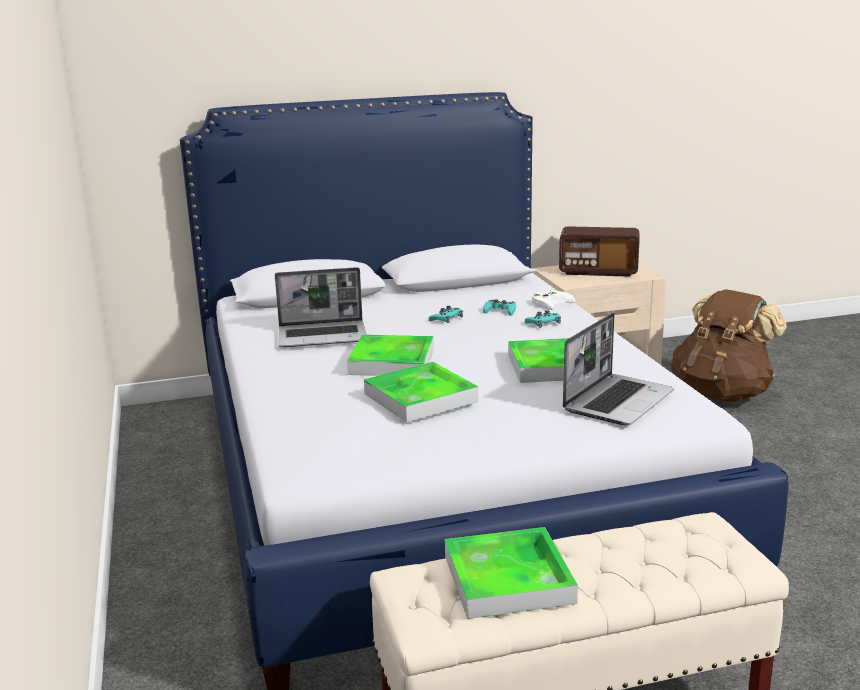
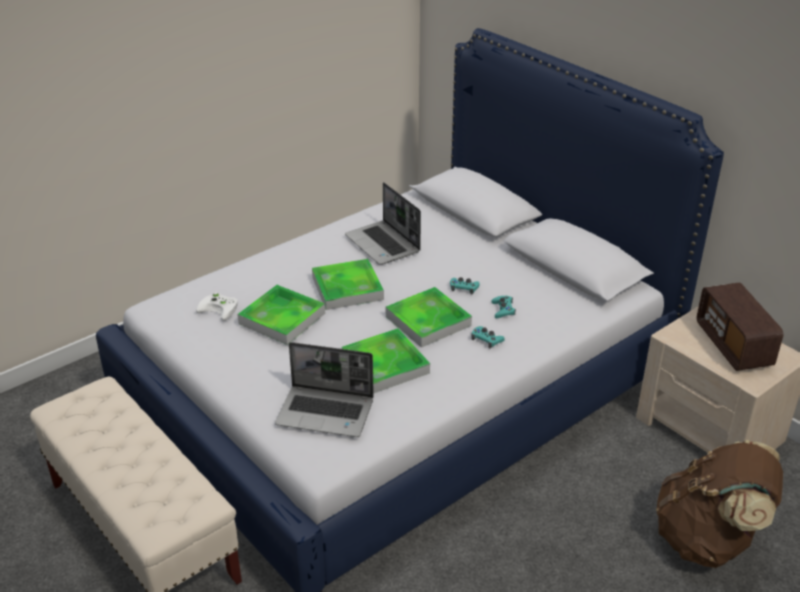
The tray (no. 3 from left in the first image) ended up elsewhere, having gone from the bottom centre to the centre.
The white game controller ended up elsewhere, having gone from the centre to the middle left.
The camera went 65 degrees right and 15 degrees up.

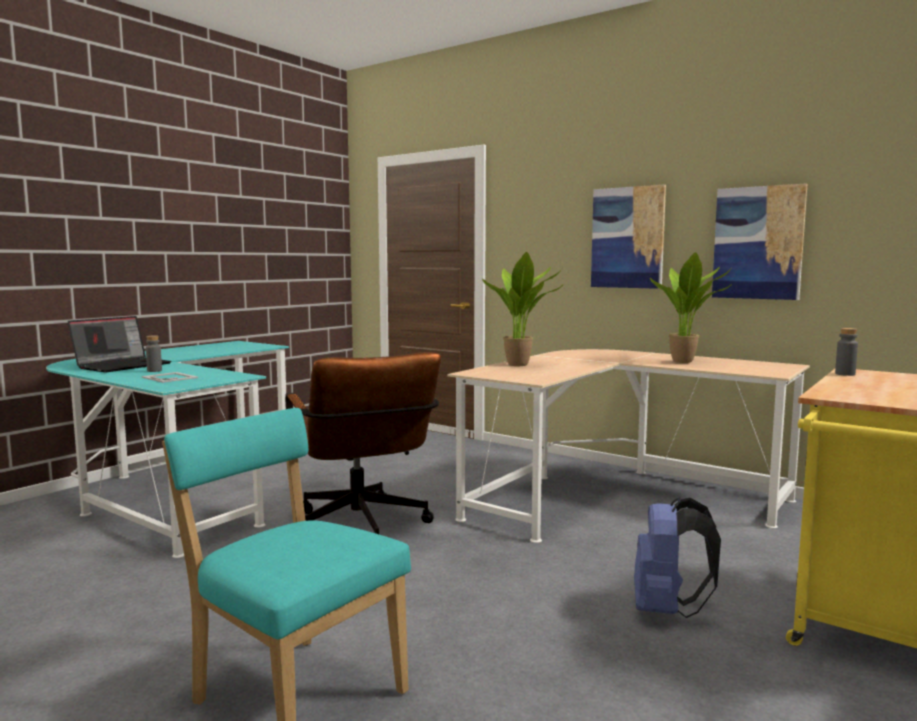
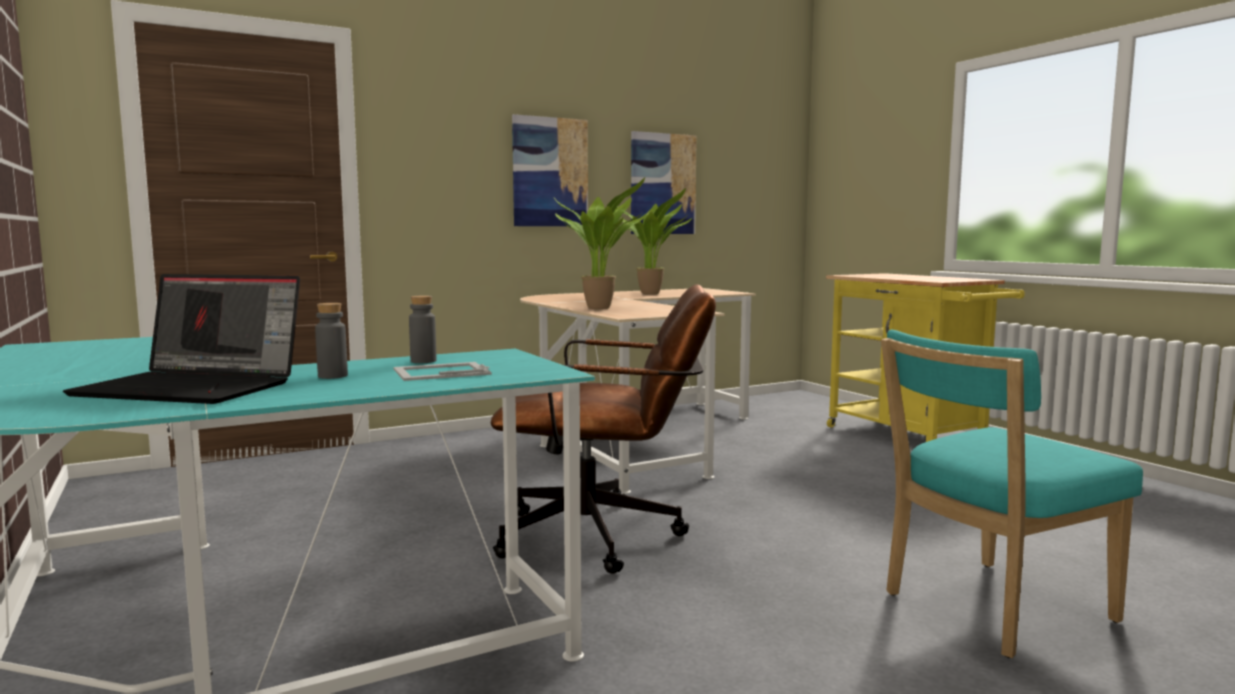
The laptop at the middle left ended up facing another way, 135 degrees clockwise from before.
The second view lost the blue backpack at the bottom right.
The grey bottle (no. 2 from left) ended up elsewhere, having gone from the middle right to the centre.
The camera went 65 degrees left and 0 degrees up.

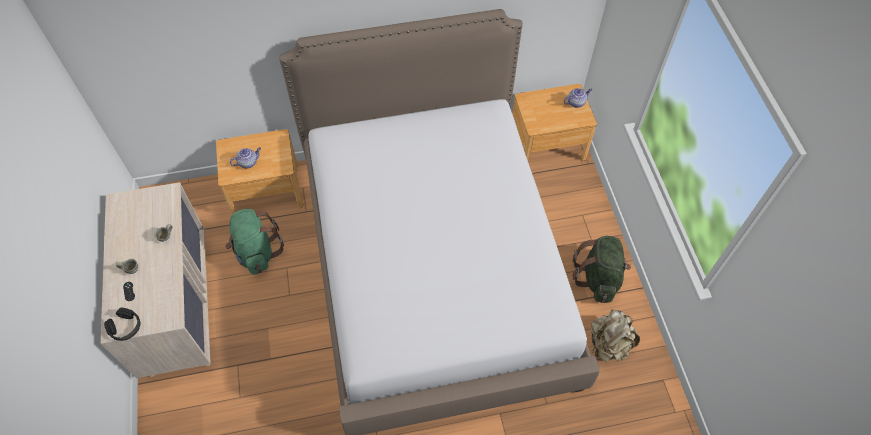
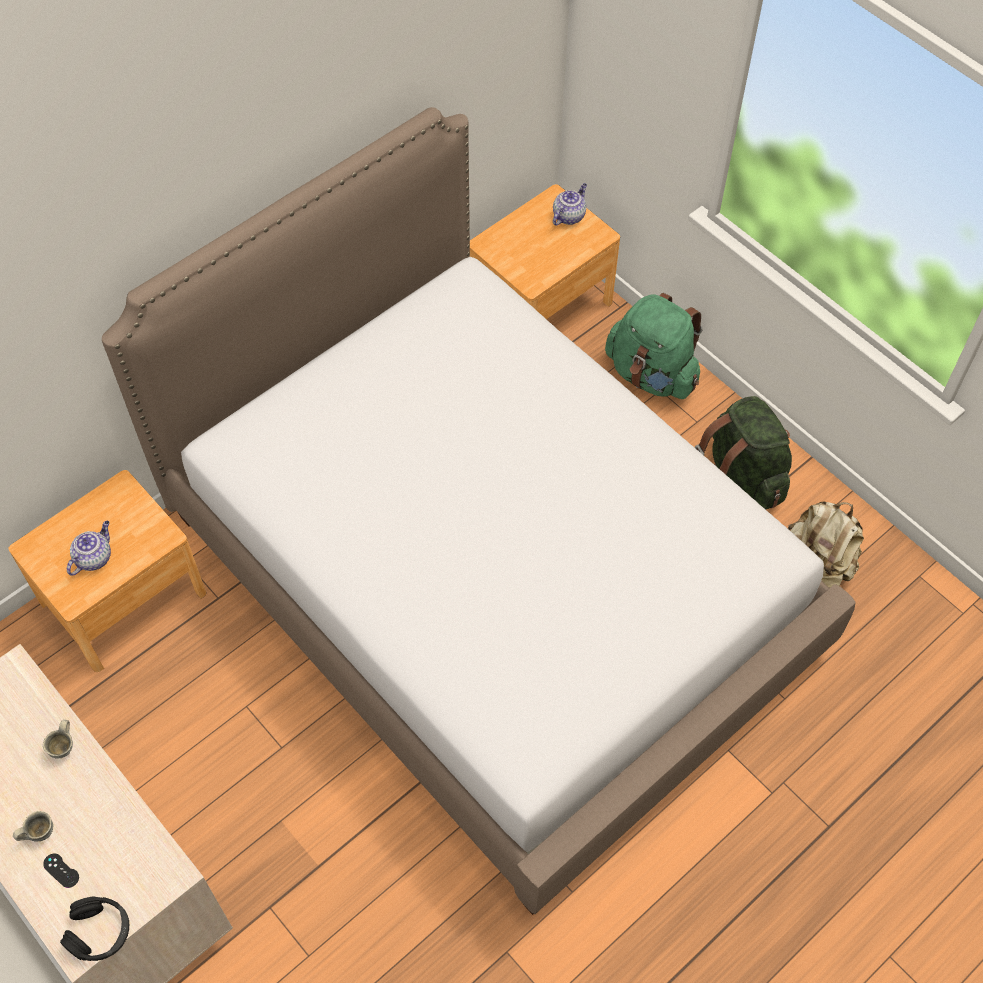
The green backpack (no. 1 from left) ended up elsewhere, having gone from the middle left to the centre.
The camera went 30 degrees left and 0 degrees up.

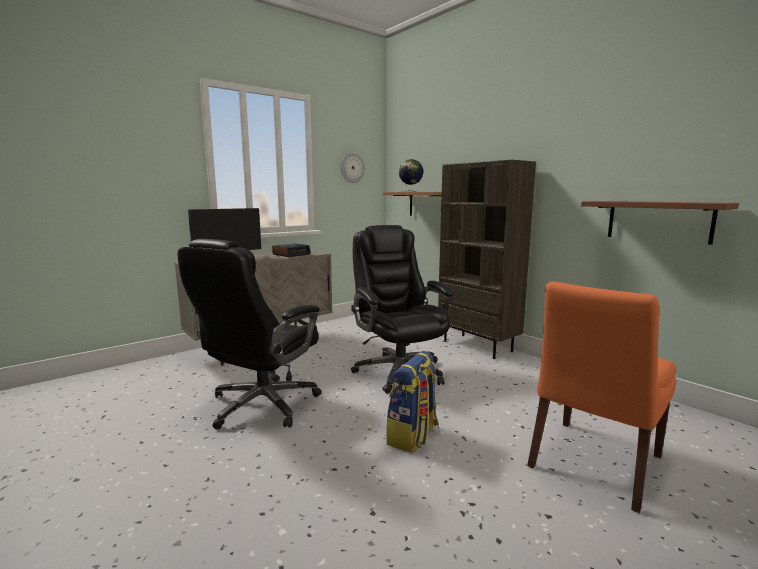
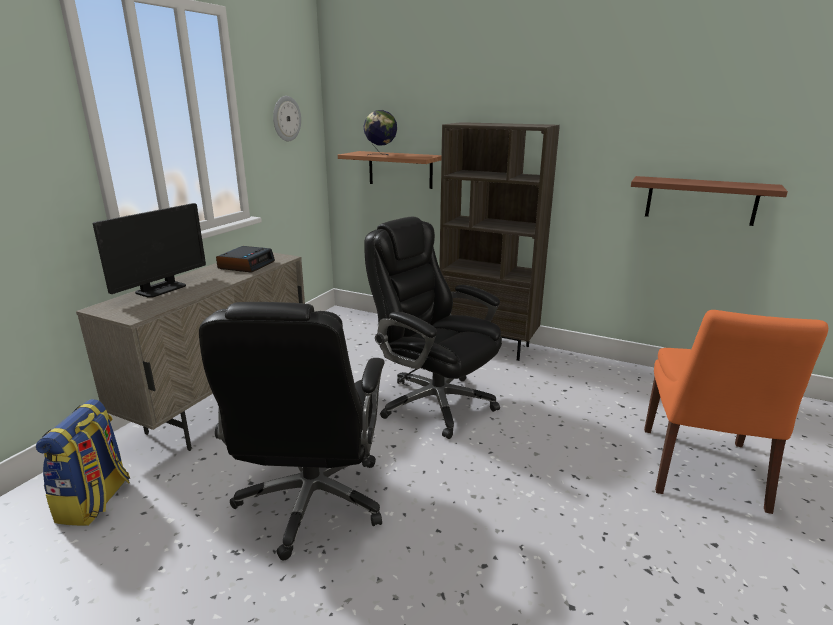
The backpack ended up elsewhere, having gone from the bottom centre to the bottom left.
The camera went 25 degrees left and 10 degrees up.

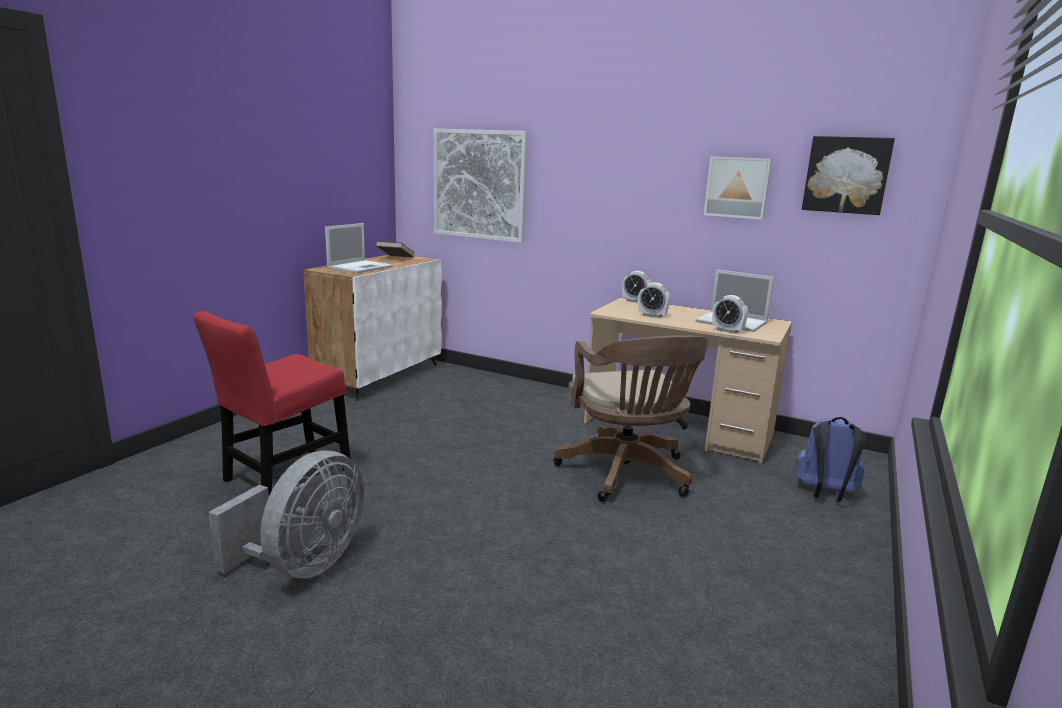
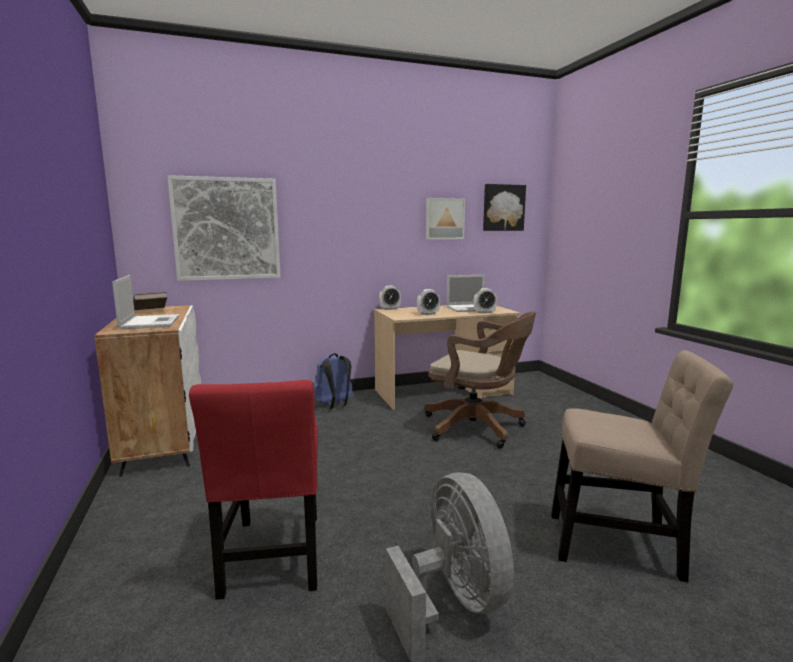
The blue backpack ended up elsewhere, having gone from the middle right to the centre.
The second view gained the beige chair at the bottom right.
The camera went 45 degrees left and 5 degrees down.

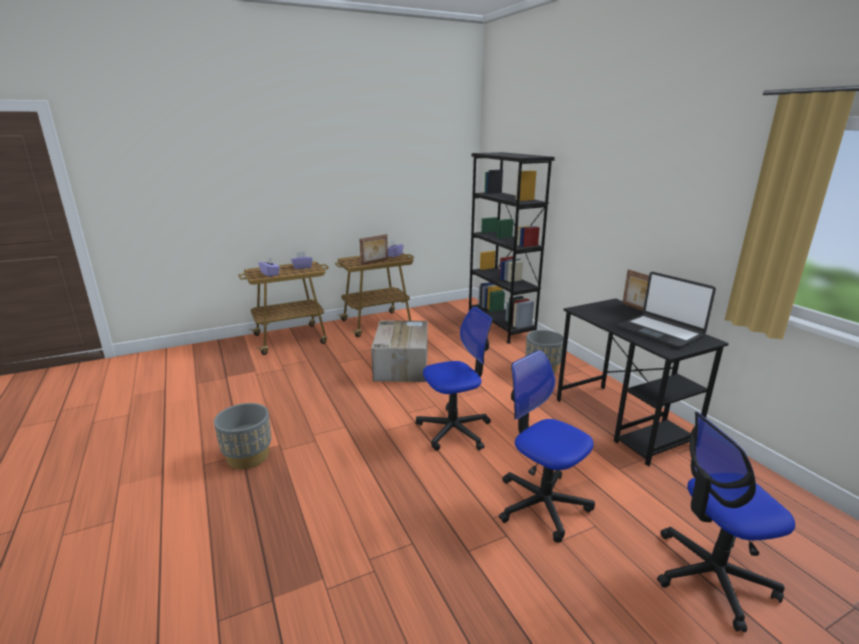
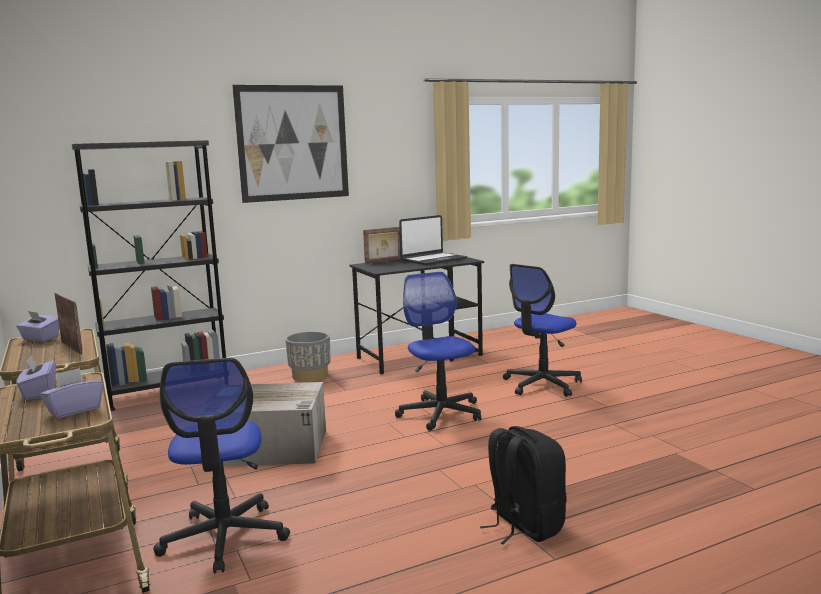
Where the grey planter (no. 1 from left) stood at the bottom left, the black backpack came to stand at the bottom centre.
The office chair (no. 3 from left in the first image) ended up elsewhere, having gone from the bottom right to the bottom left.
The second view gained the picture at the top centre.
The camera went 90 degrees left and 10 degrees down.

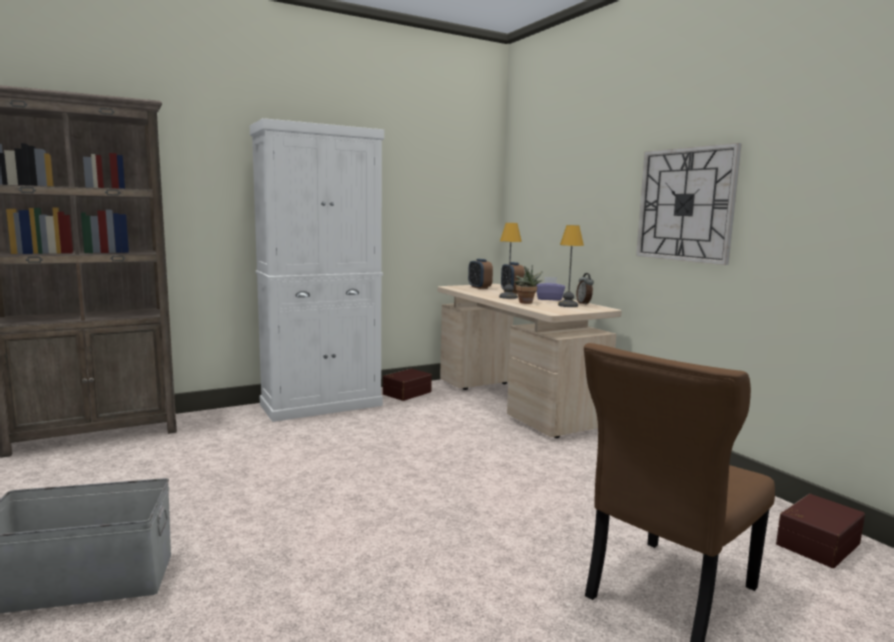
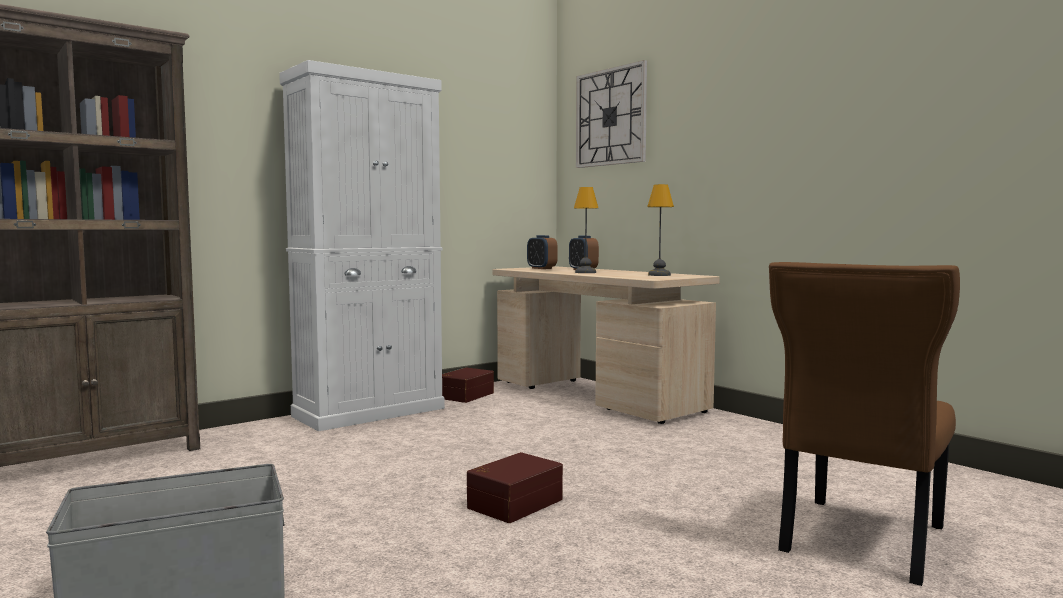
The second view lost the potted plant at the centre.
The second view lost the purple tissue box at the centre.
The second view lost the alarm clock (no. 3 from left) at the centre.
The wall clock ended up elsewhere, having gone from the top right to the top centre.
The brown storage box (no. 2 from left) ended up elsewhere, having gone from the bottom right to the bottom centre.
The camera went 10 degrees left and 5 degrees down.

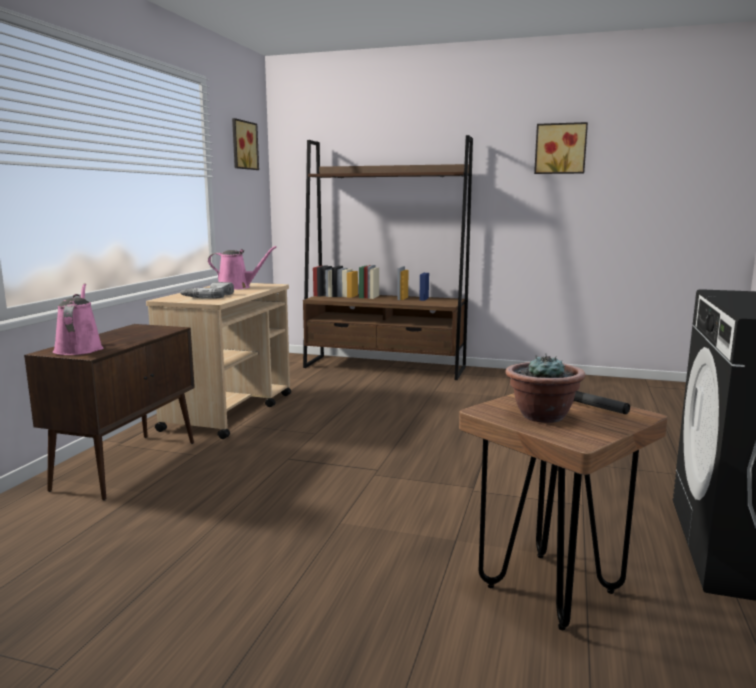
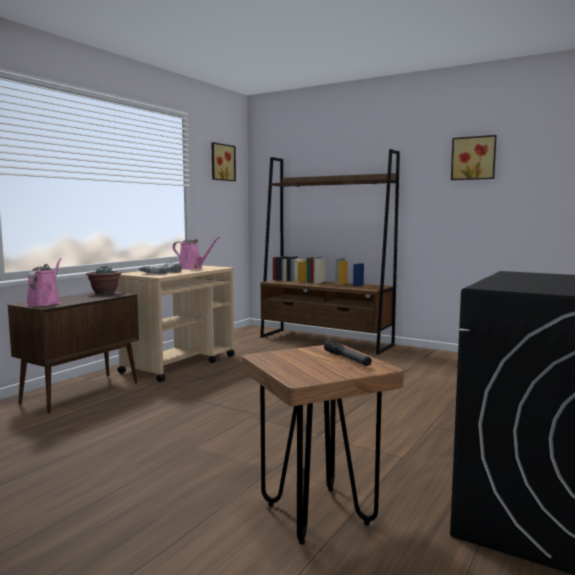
The potted plant ended up elsewhere, having gone from the middle right to the middle left.
The camera went 15 degrees right and 5 degrees down.

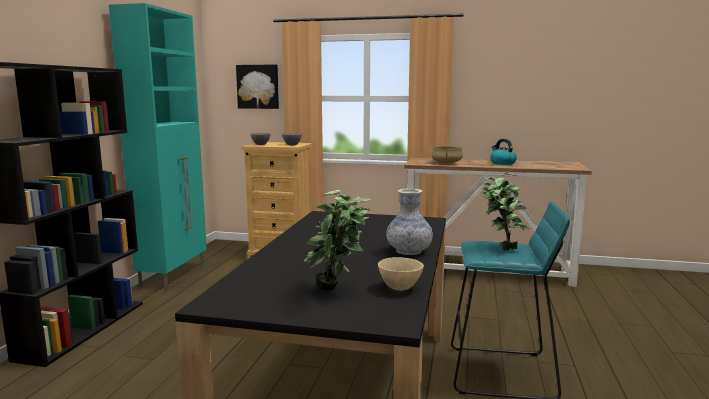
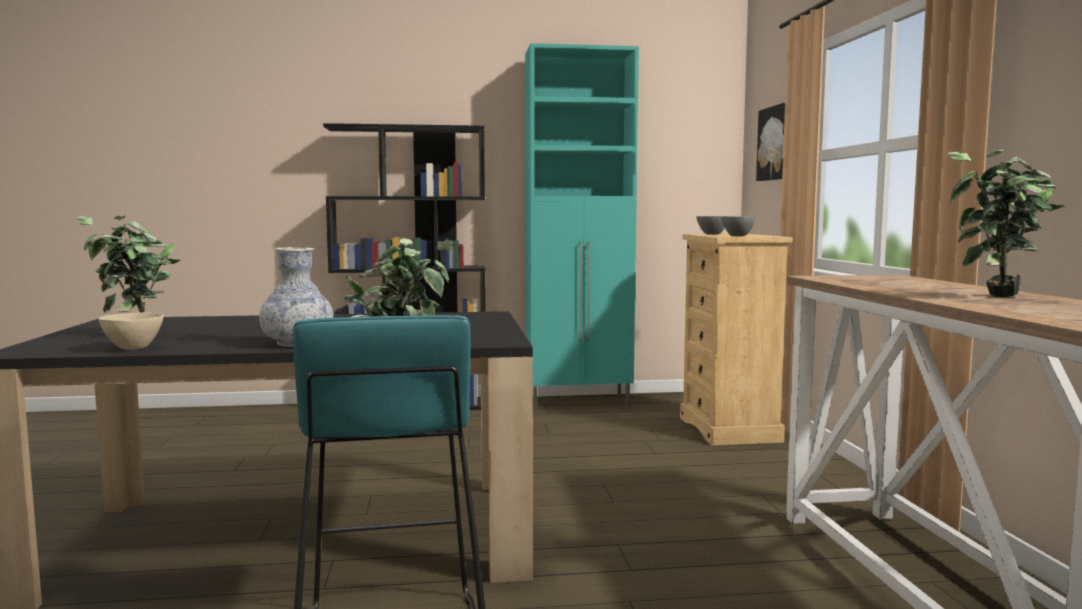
The second view lost the beige cooking pot at the centre.
Where the kettle stood at the middle right, the potted plant (no. 3 from left) came to stand at the middle right.
The camera went 70 degrees right and 5 degrees down.

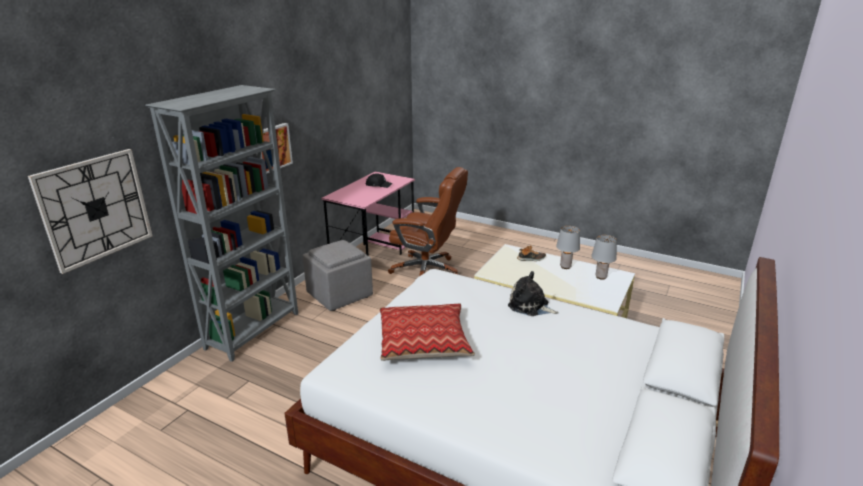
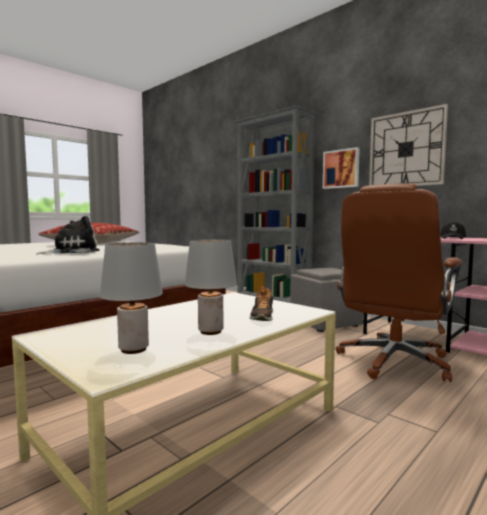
The wall clock ended up elsewhere, having gone from the middle left to the top right.
The camera went 105 degrees right and 20 degrees down.

